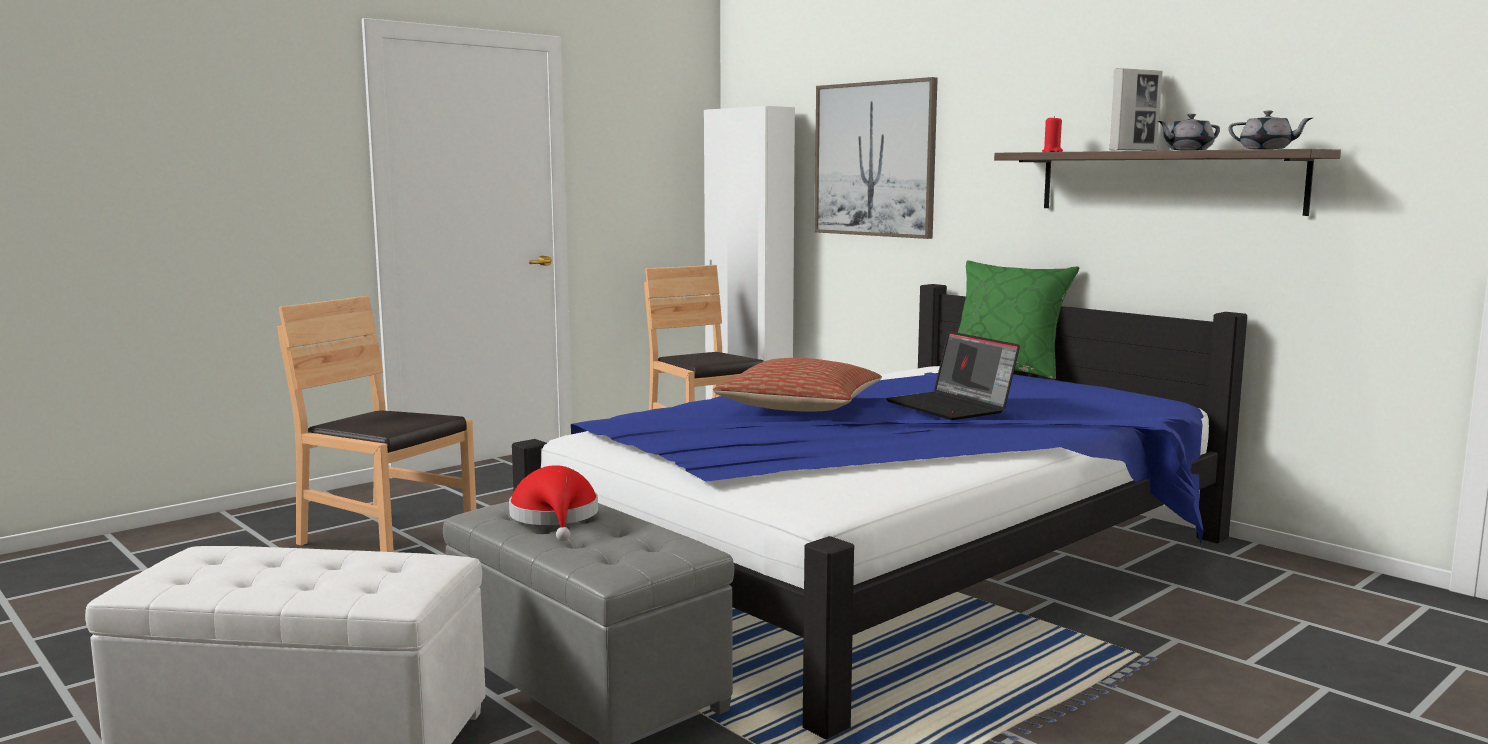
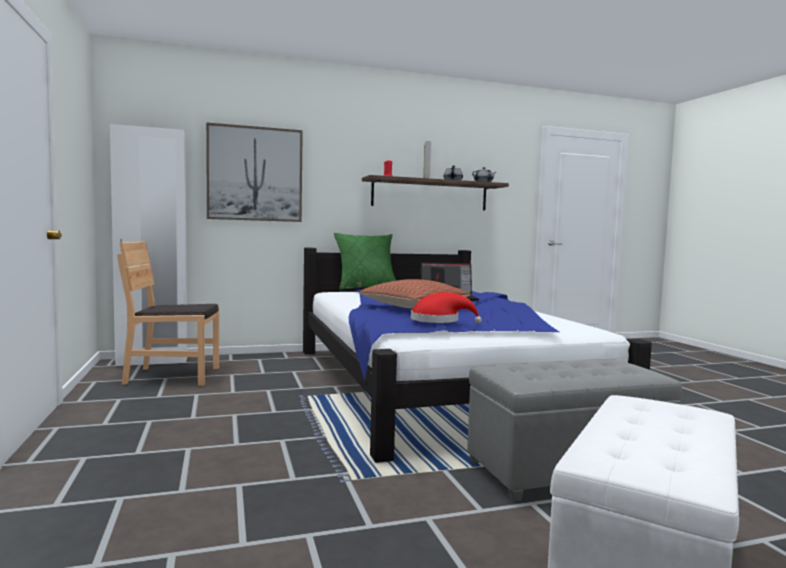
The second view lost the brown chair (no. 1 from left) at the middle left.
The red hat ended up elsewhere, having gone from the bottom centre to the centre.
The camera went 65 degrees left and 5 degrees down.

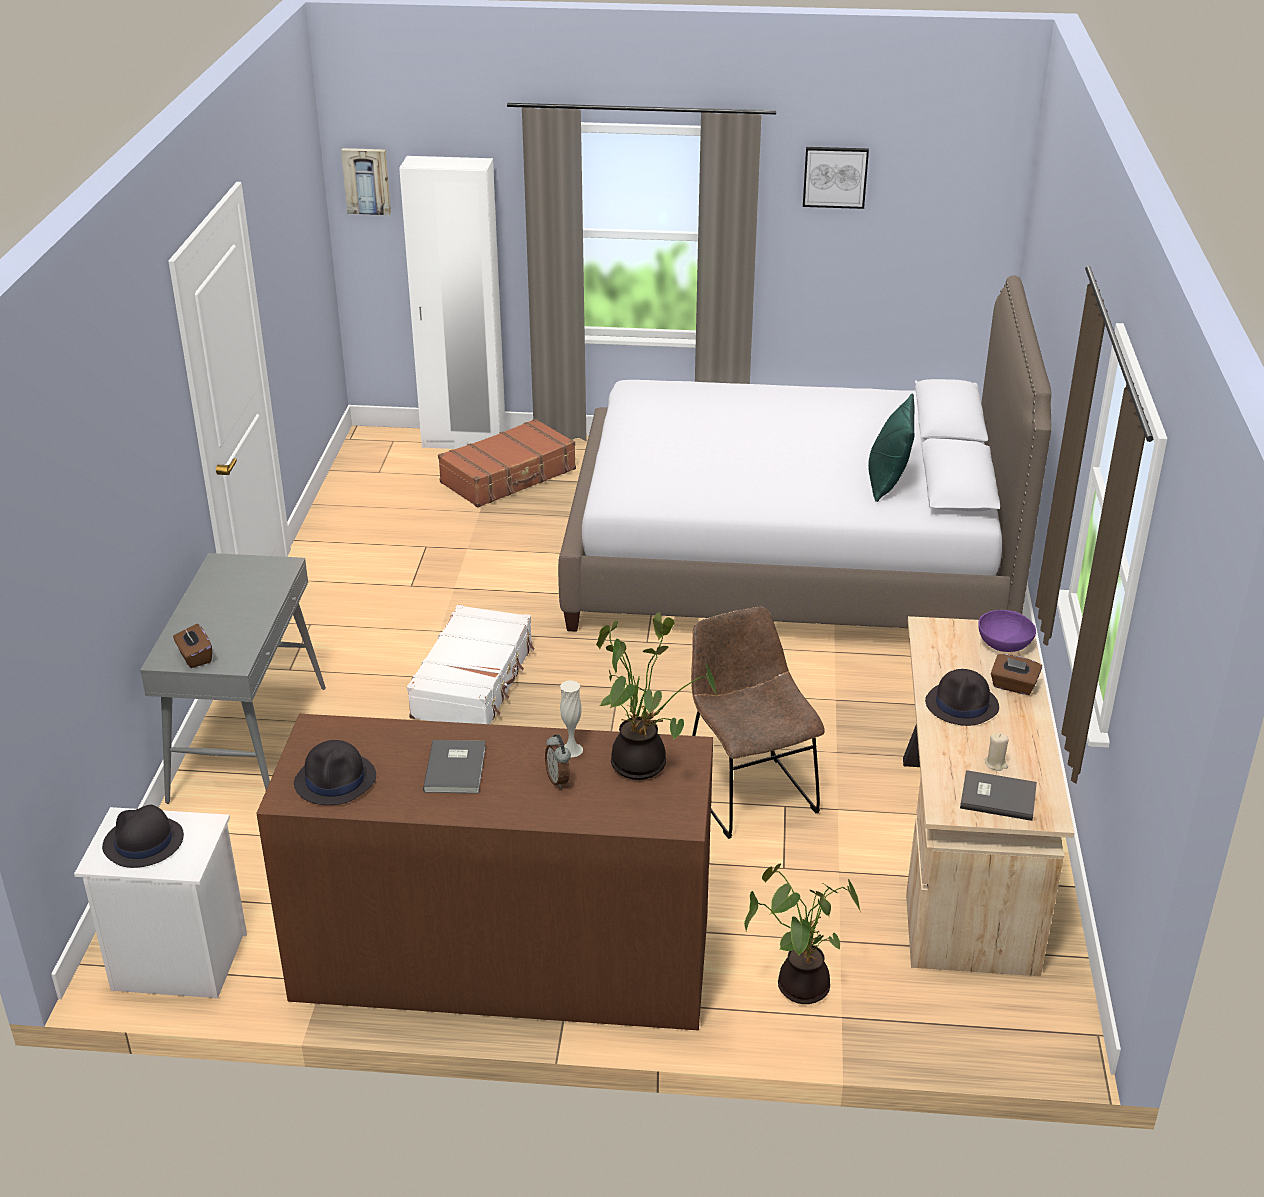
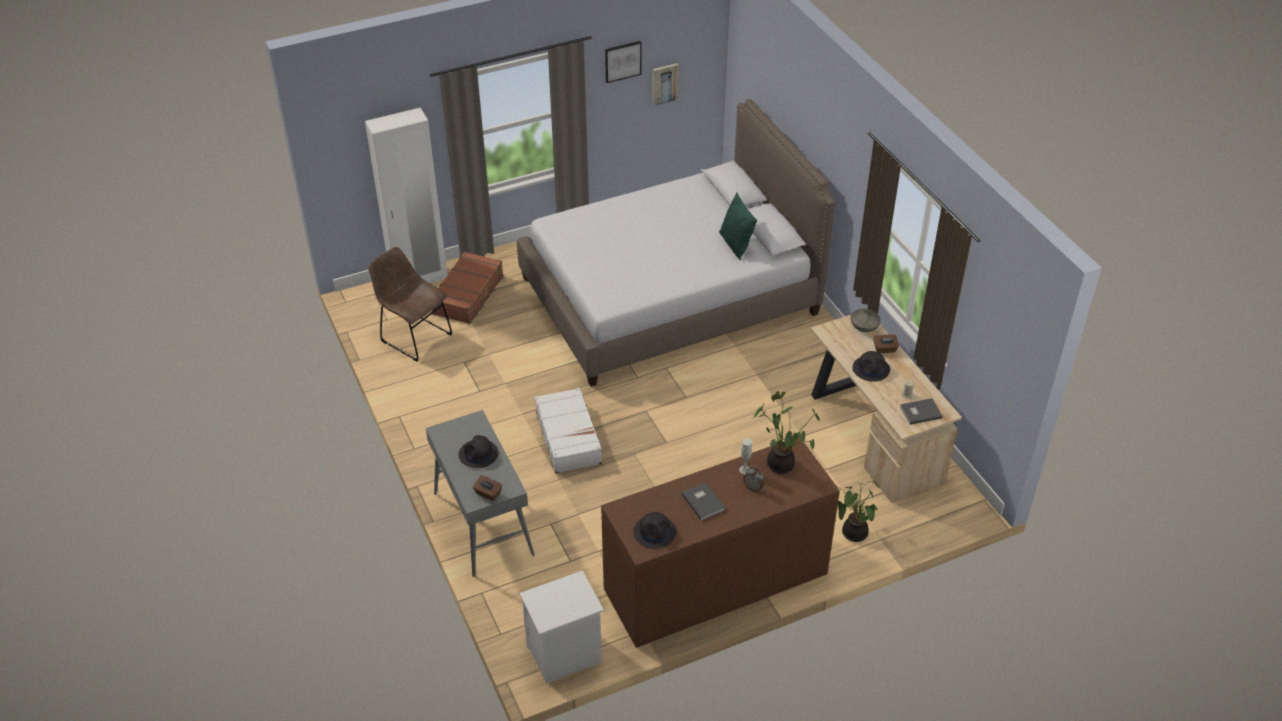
The black hat (no. 1 from left) ended up elsewhere, having gone from the bottom left to the centre.
The picture (no. 1 from left in the first image) ended up elsewhere, having gone from the top left to the top centre.
The brown chair ended up elsewhere, having gone from the centre to the middle left.
What was the purple bowl at the middle right turned into the grey bowl at the middle right.
The camera went 30 degrees left and 10 degrees up.

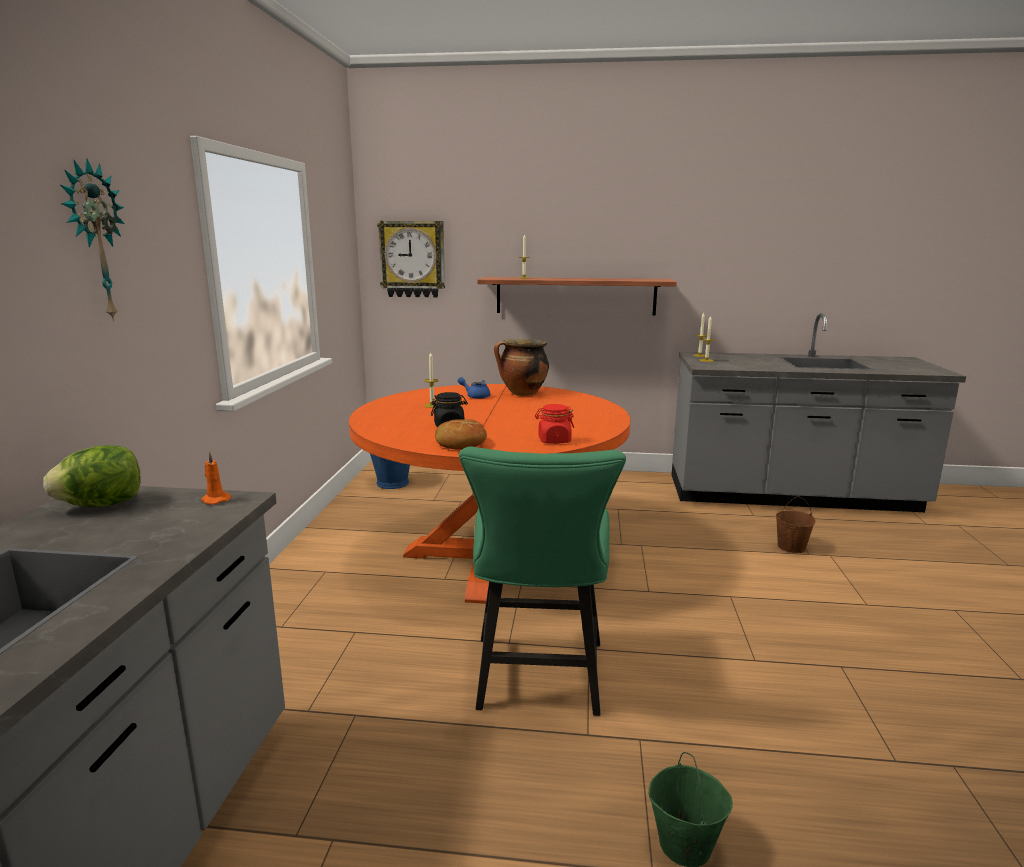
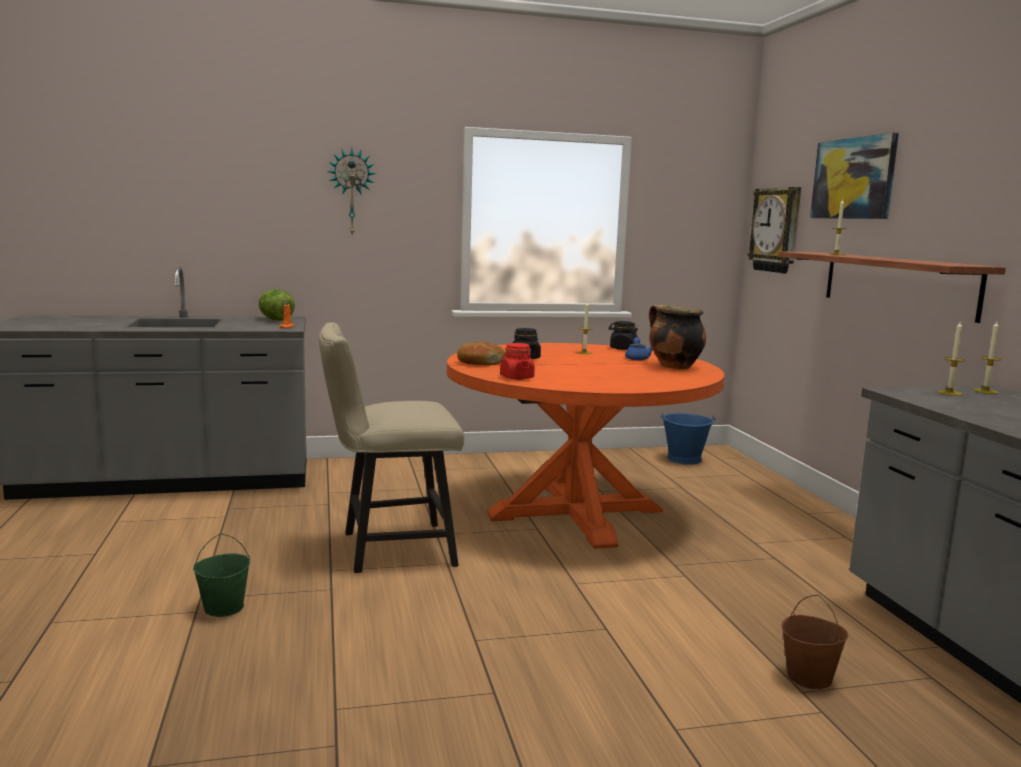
What was the green chair at the bottom centre turned into the beige chair at the centre.
The second view gained the black jar (no. 2 from left) at the centre.
The second view gained the picture at the top right.
The camera went 70 degrees right and 5 degrees down.

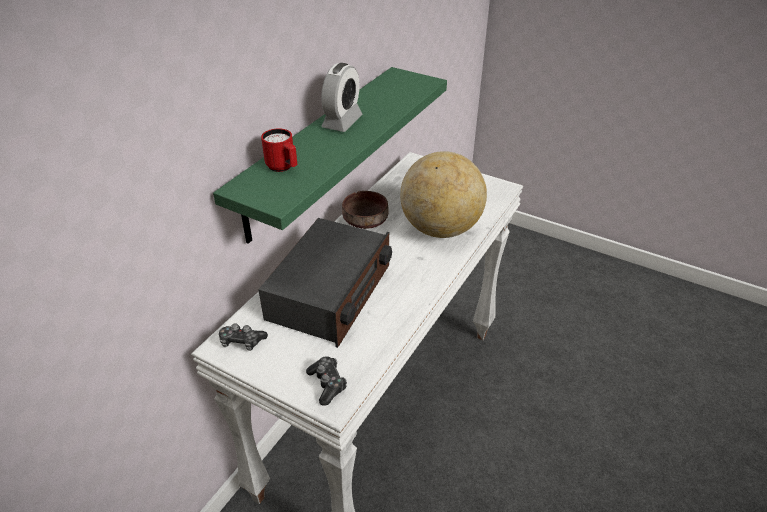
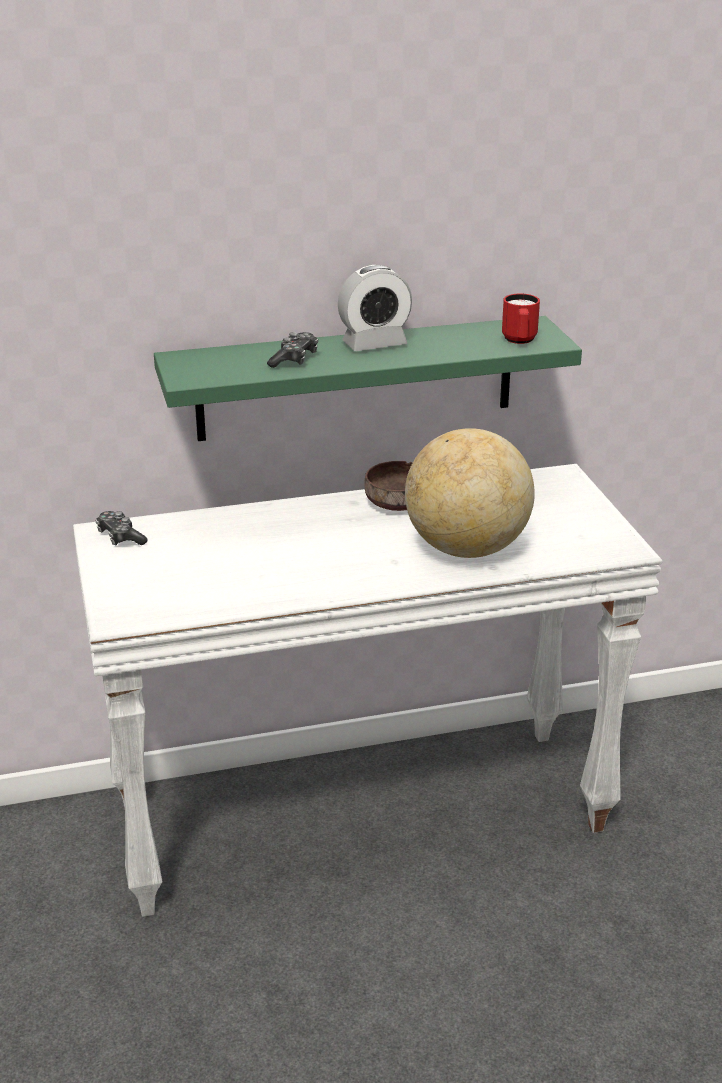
The second view lost the radio at the centre.
The red mug ended up elsewhere, having gone from the top centre to the top right.
The game controller (no. 2 from left) ended up elsewhere, having gone from the bottom centre to the top centre.
The camera went 45 degrees right and 10 degrees down.

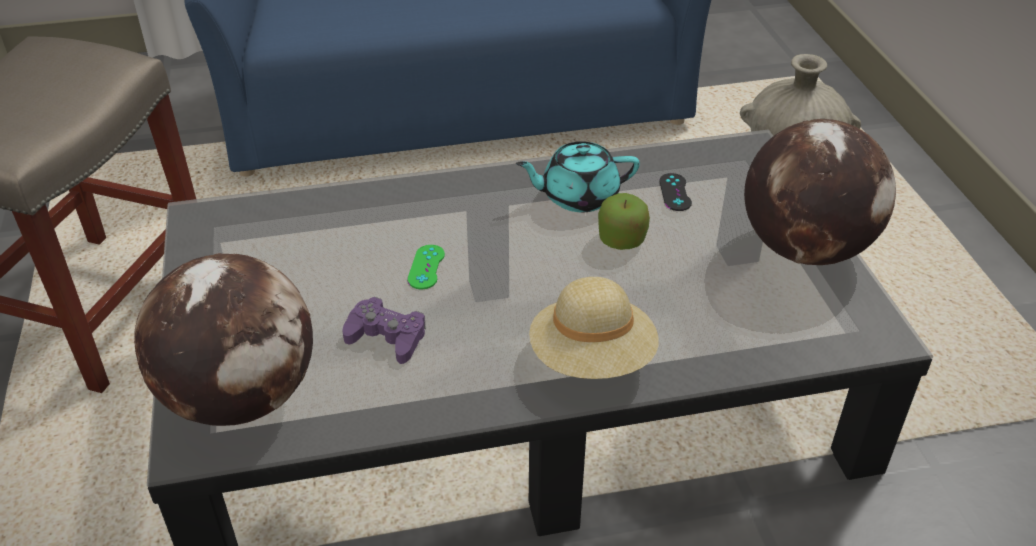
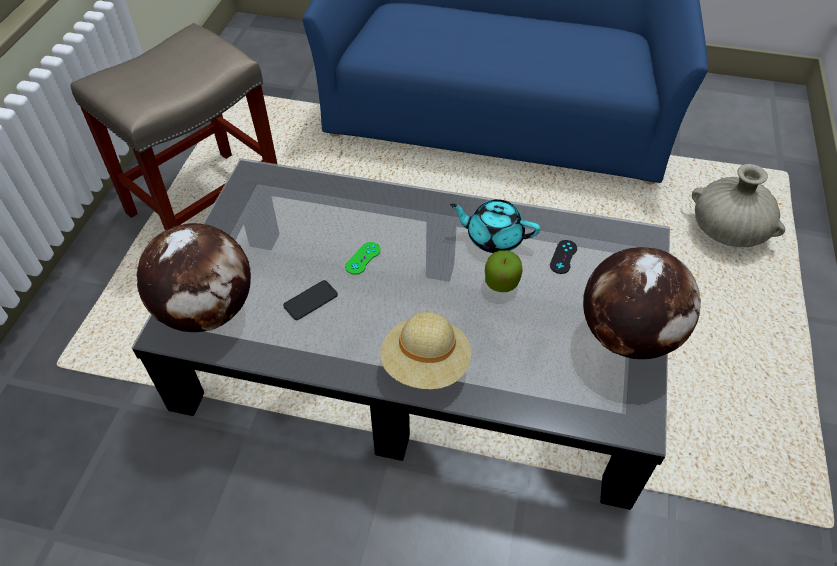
Where the purple game controller stood at the centre, the phone came to stand at the centre.
The camera went 25 degrees right and 10 degrees up.

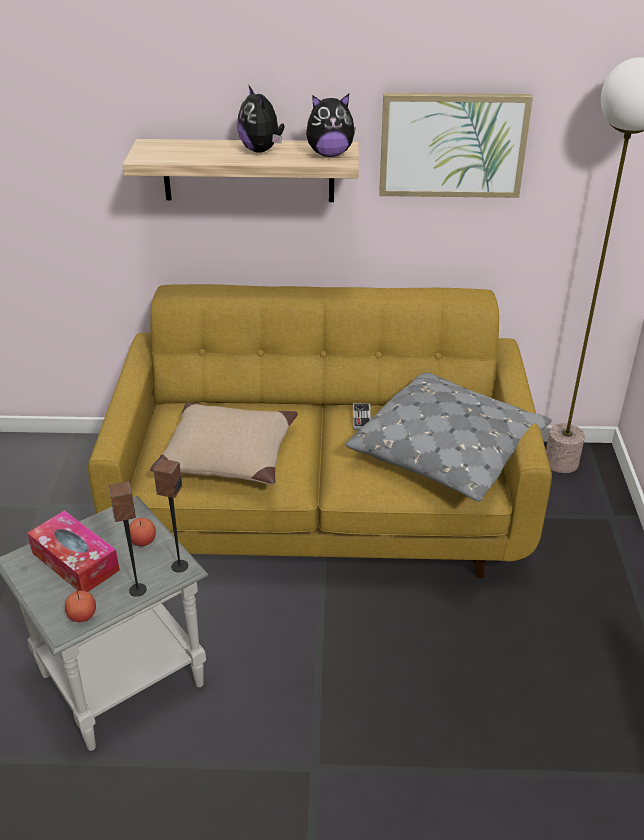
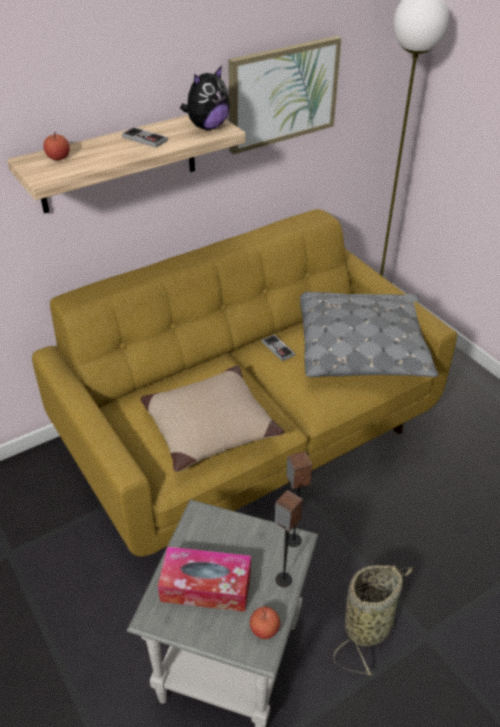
The apple (no. 2 from left in the first image) ended up elsewhere, having gone from the middle left to the top left.
Where the plush toy (no. 1 from left) stood at the top centre, the game controller (no. 1 from left) came to stand at the top left.
The second view gained the basket at the bottom right.
The camera went 35 degrees left and 5 degrees up.

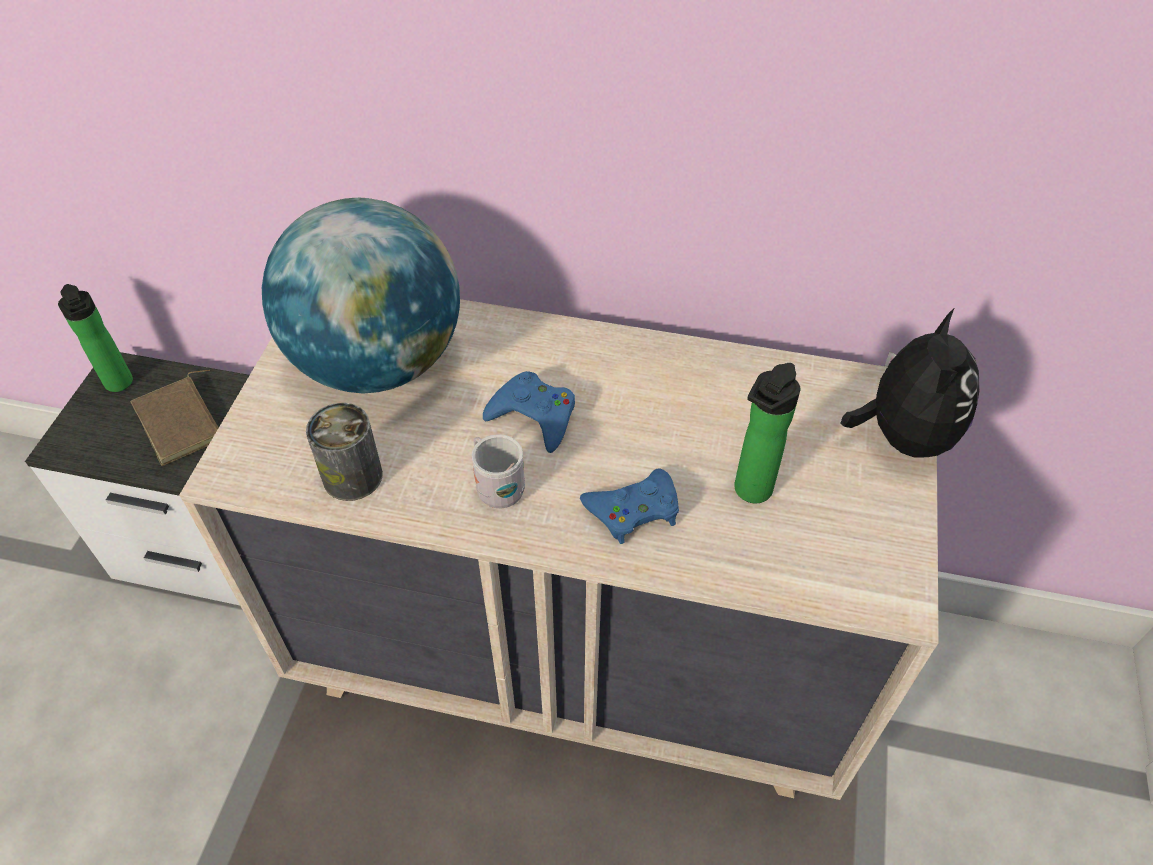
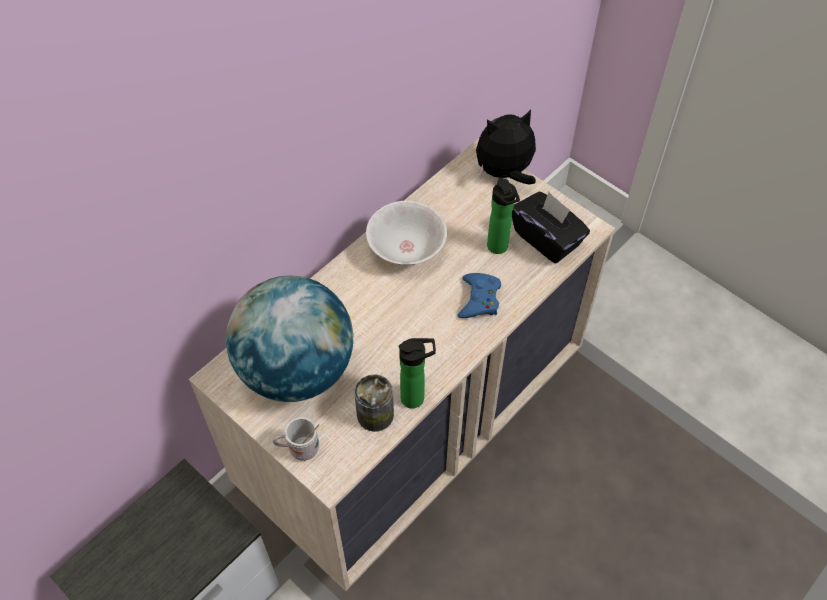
The bottle (no. 1 from left) ended up elsewhere, having gone from the middle left to the centre.
The second view lost the brown book at the middle left.
The white mug ended up elsewhere, having gone from the centre to the bottom centre.
The second view lost the blue game controller (no. 1 from left) at the centre.
The plush toy at the middle right ended up facing another way, 60 degrees counterclockwise from before.
The second view gained the white bowl at the centre.
The second view gained the black tissue box at the centre.
The camera went 60 degrees left and 5 degrees up.

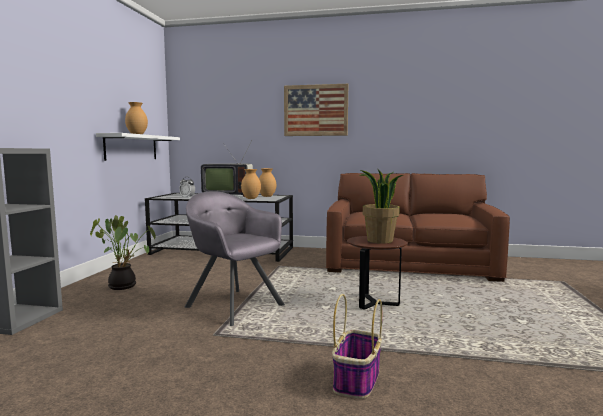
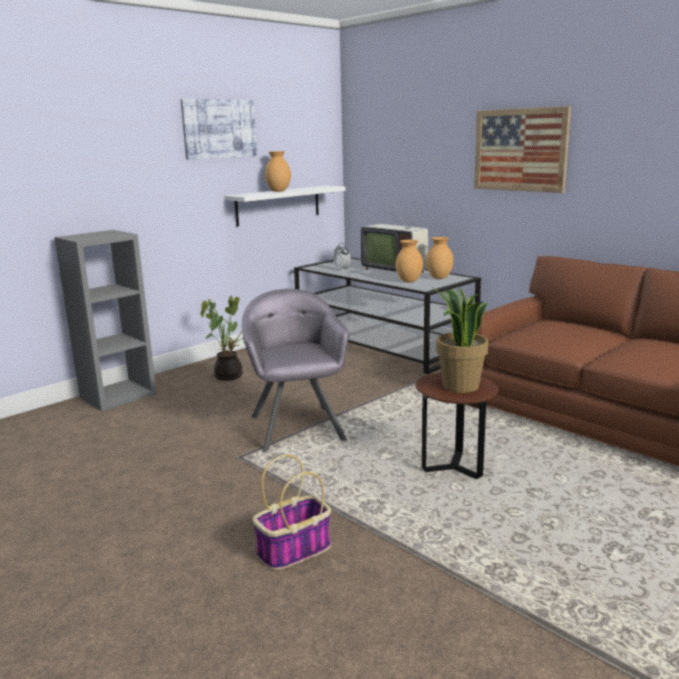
The second view gained the picture (no. 1 from left) at the top left.
The camera went 35 degrees right and 10 degrees up.

